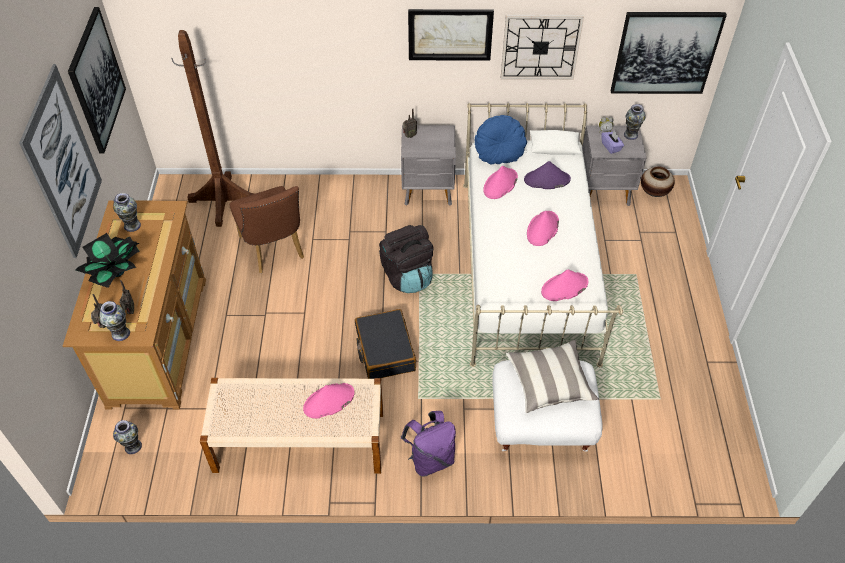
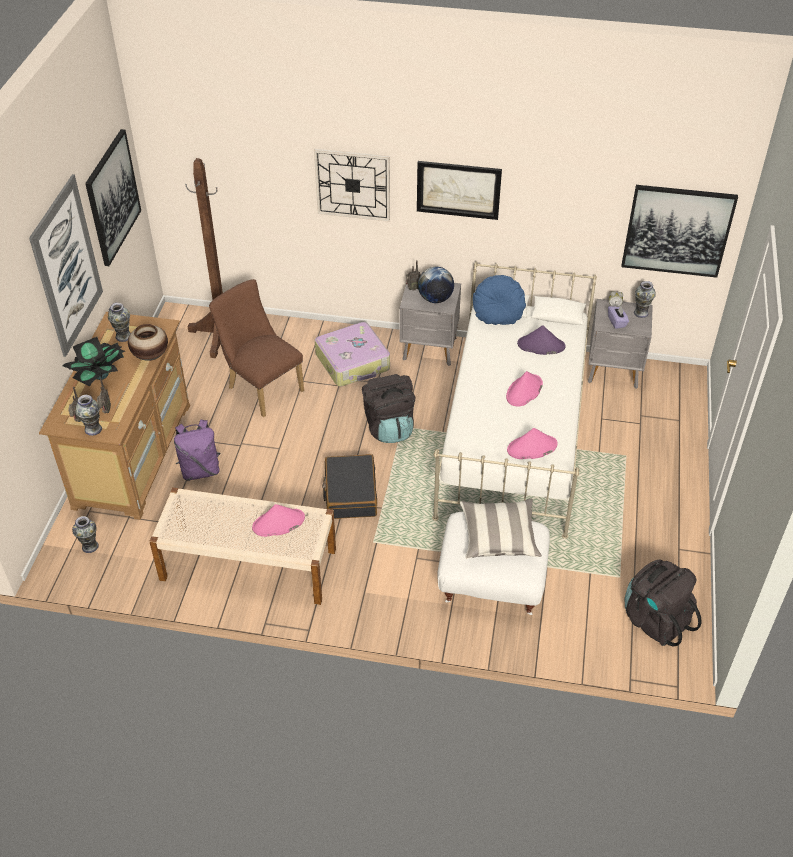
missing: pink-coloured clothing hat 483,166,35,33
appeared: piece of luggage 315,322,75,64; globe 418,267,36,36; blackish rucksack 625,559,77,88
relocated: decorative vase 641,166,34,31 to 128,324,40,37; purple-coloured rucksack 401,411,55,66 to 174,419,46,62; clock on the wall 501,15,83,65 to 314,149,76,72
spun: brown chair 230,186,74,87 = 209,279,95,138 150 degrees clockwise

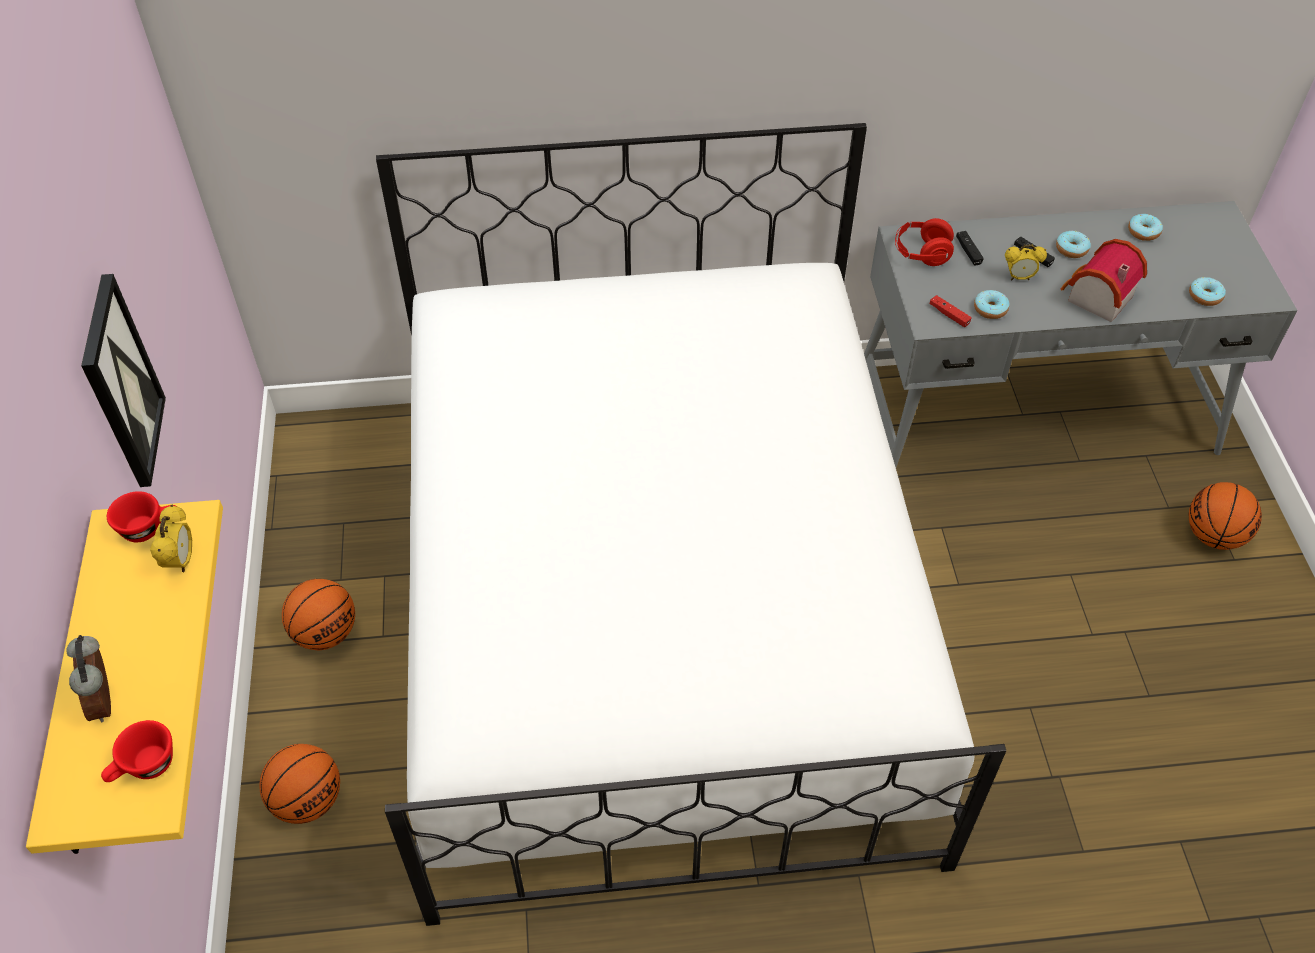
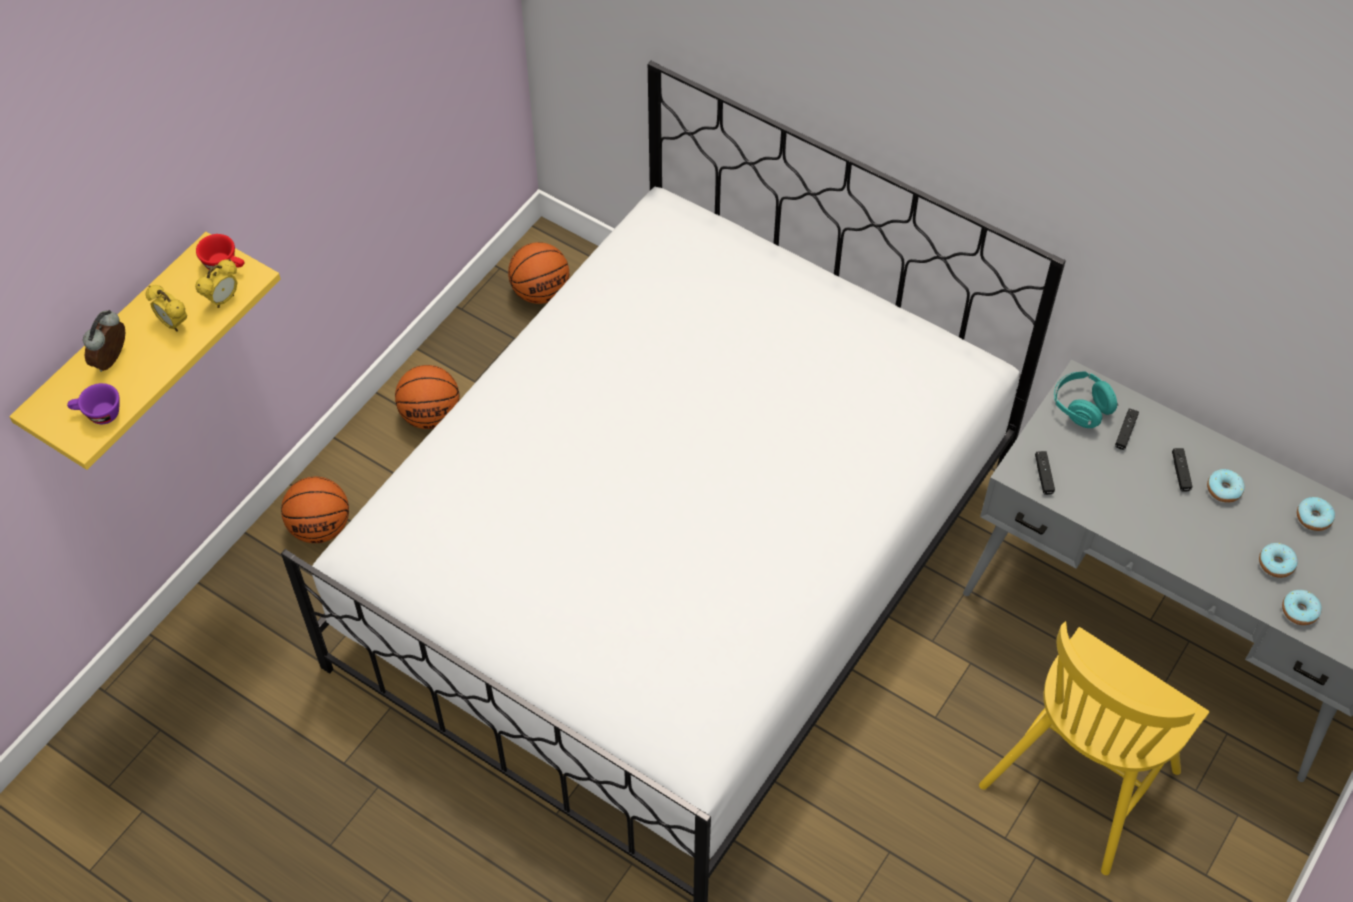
missing: picture 81,274,85,213; toy house 1061,239,86,83
appeared: yellow chair 979,621,230,254
relocated: alarm clock 1005,244,42,36 to 146,285,41,47; basketball 1189,482,73,68 to 508,242,61,62; donut 974,290,35,29 to 1259,543,39,35
colour: red-coloured drinking cup 101,720,72,62 to purple-coloured drinking cup 67,383,52,41; red-coloured joypad 929,295,43,32 to blackish joypad 1035,451,20,44; red-coloured headset 895,218,59,48 to turquoise headset 1054,371,64,57

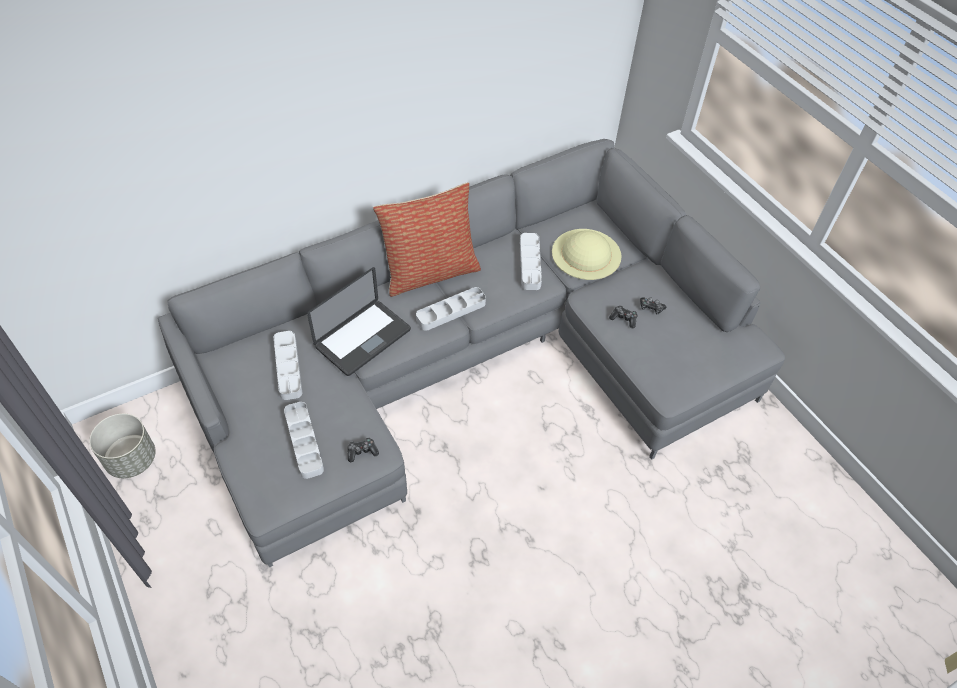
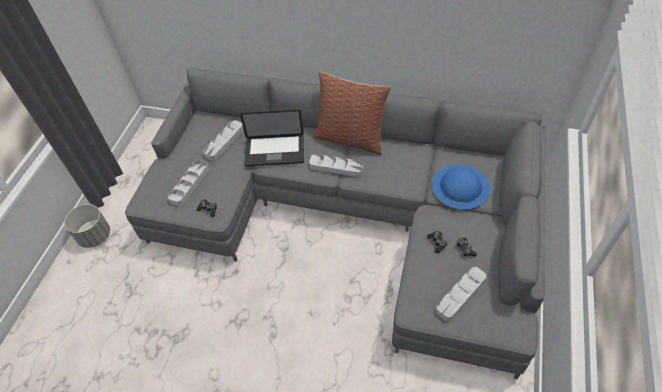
relocated: greyish flower pot 89,413,67,65 to 64,204,46,44; greyish serving tray 520,233,22,57 to 436,266,51,55
colour: beige clothing hat 552,229,70,51 to blue-coloured clothing hat 432,164,58,46

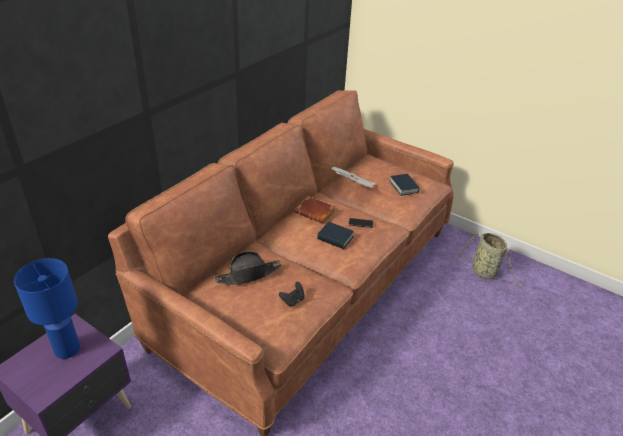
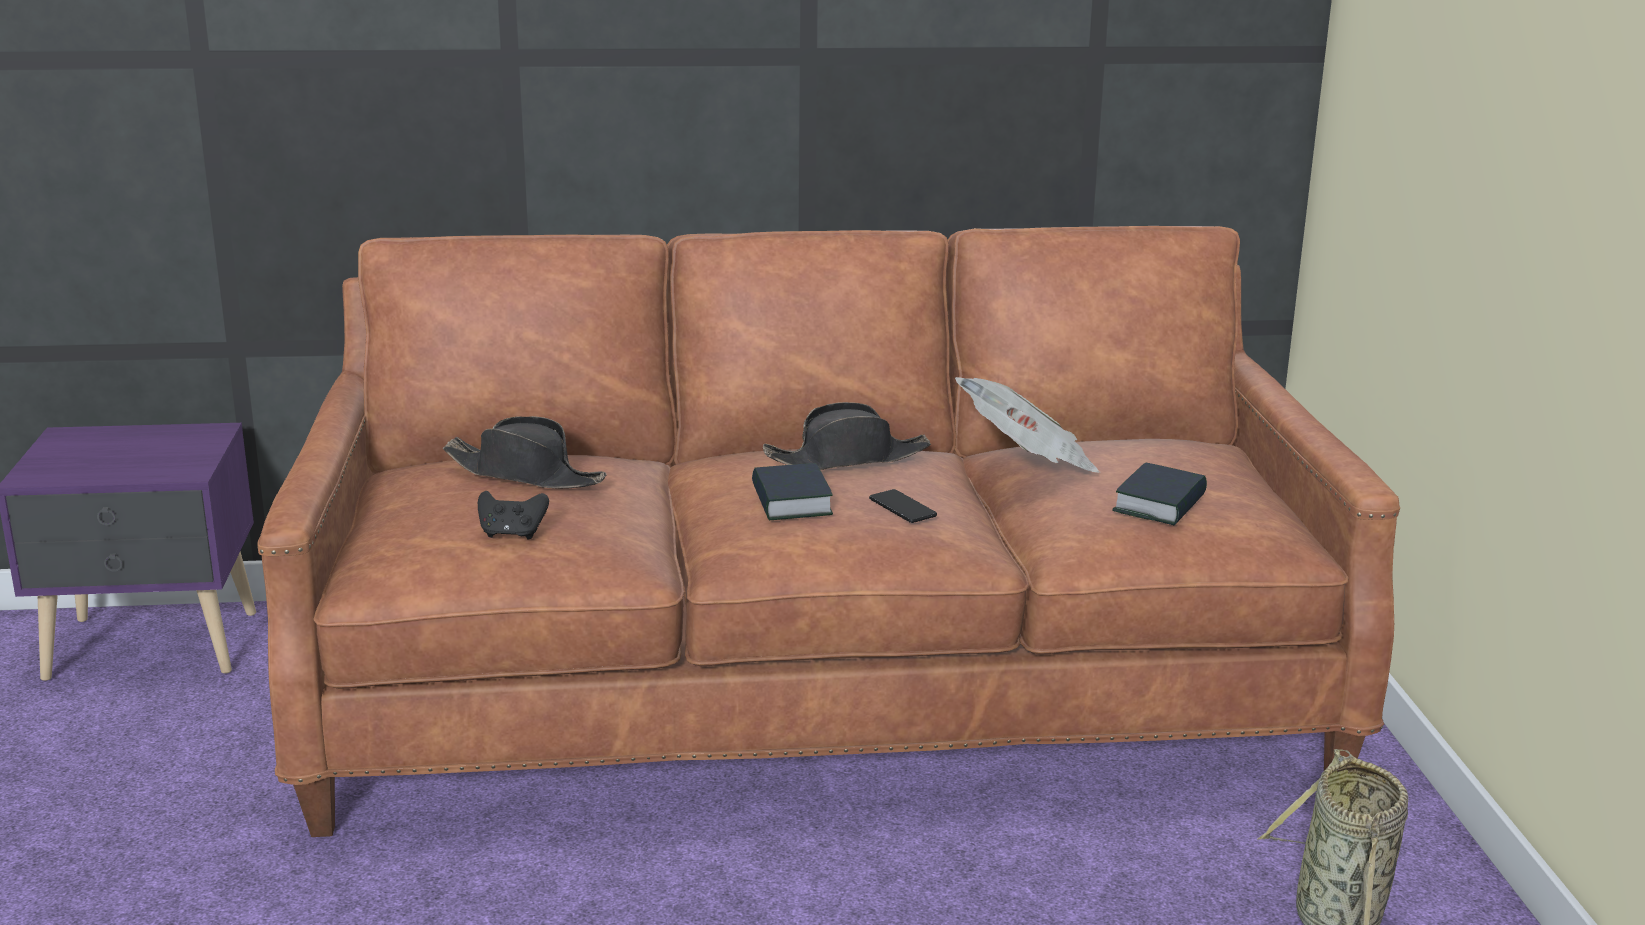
missing: blue-coloured tabletop lamp 14,258,66,101
exchanged: brown book 295,196,41,28 to blackish clothing hat 763,402,168,68

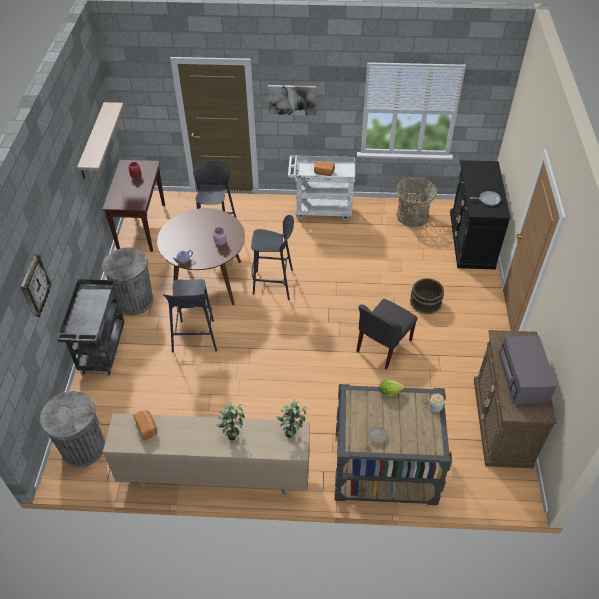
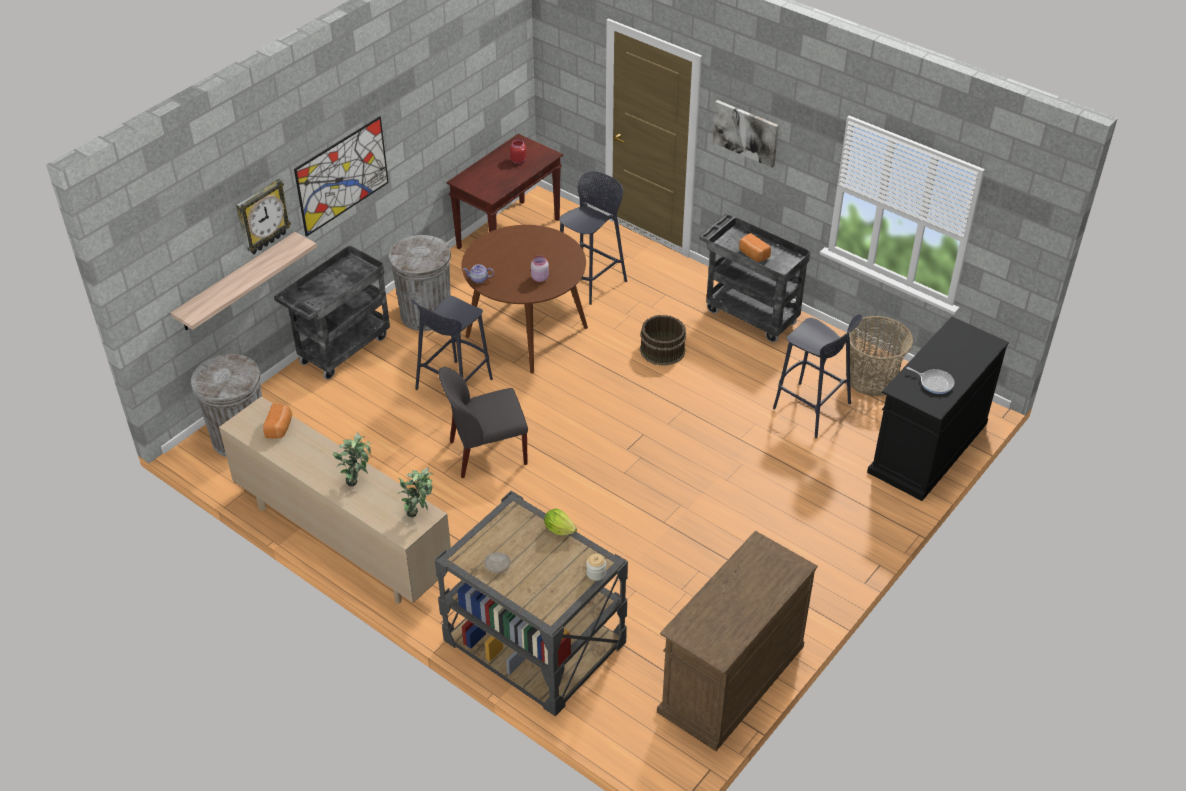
missing: greyish kitchen microwave 499,335,58,69
appeared: picture 294,116,95,121
relocated: wall shelf 77,102,47,77 to 171,232,146,98; greyish chair 356,299,62,70 to 439,367,89,111; brown bucket 410,278,34,36 to 640,315,46,51; greyish sitting stool 251,215,43,85 to 773,314,90,124
colour: whitish trolley 288,155,67,66 to blackish trolley 699,214,111,128

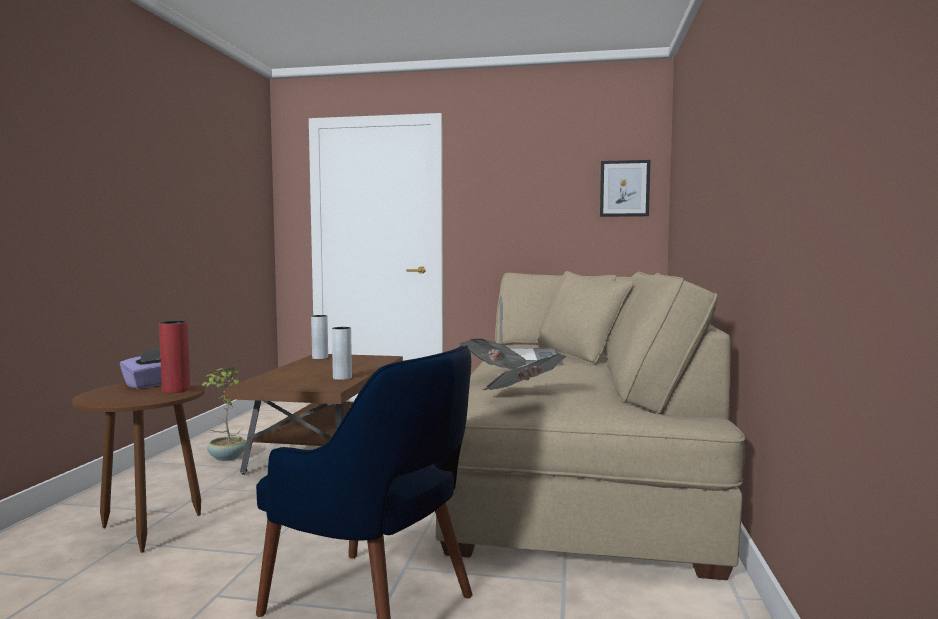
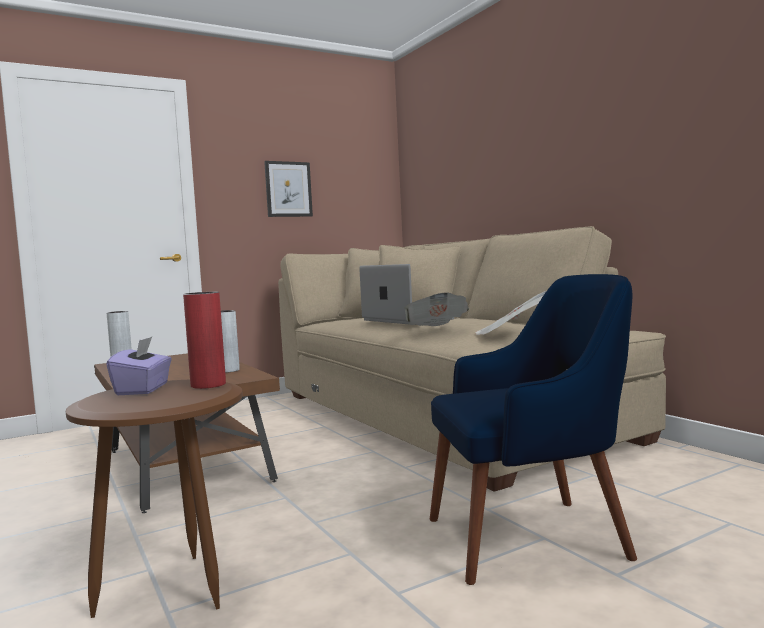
missing: houseplant 202,367,44,94
relocated: picture 600,160,50,57 to 264,161,49,56

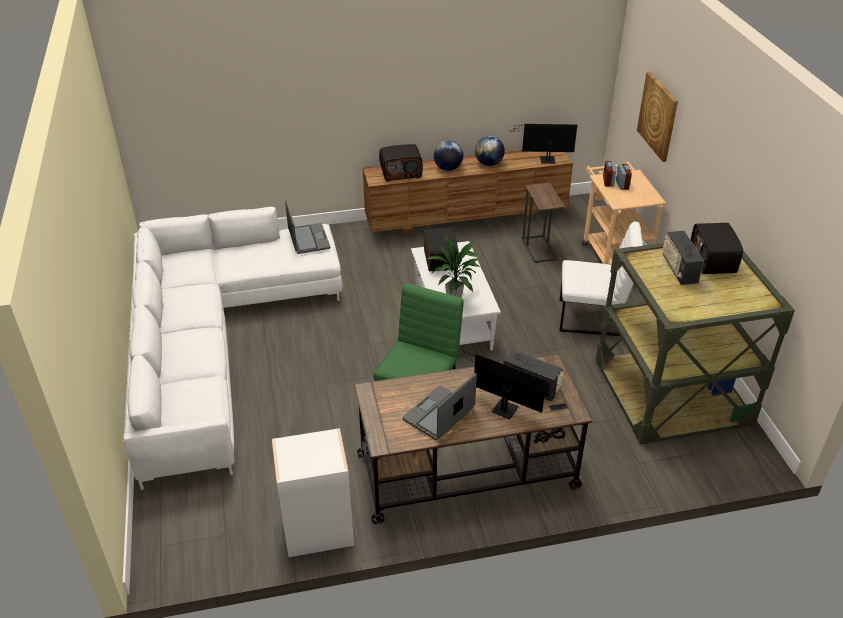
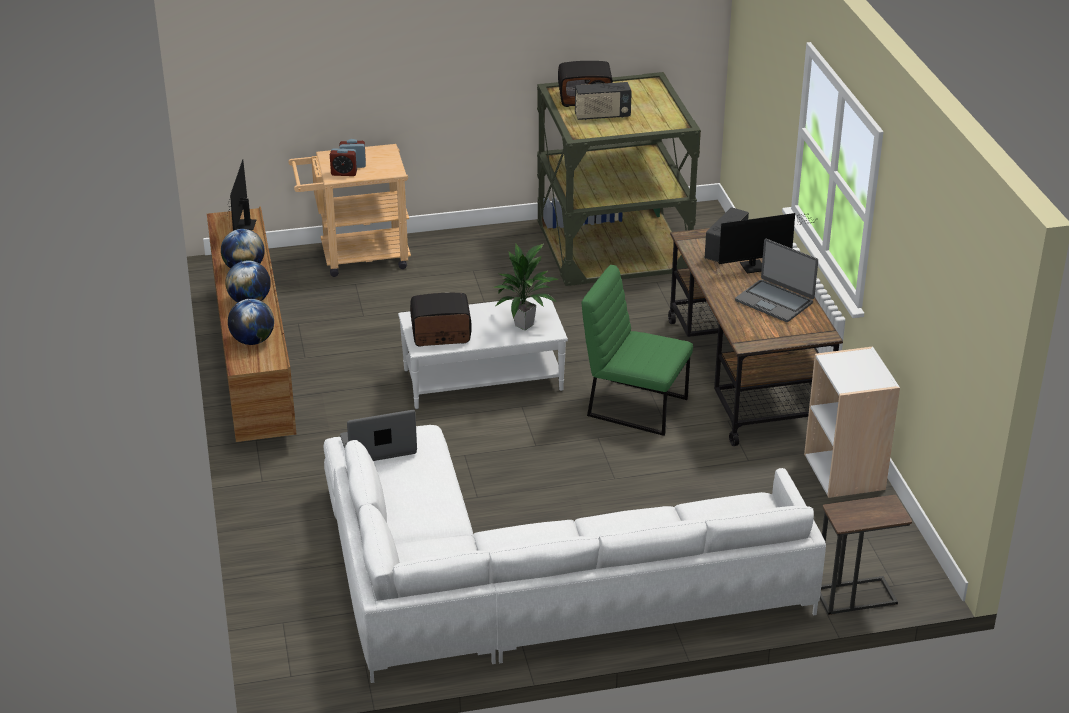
missing: whitish chair 560,221,83,115; picture 637,72,41,90
relocated: brown side table 522,183,43,80 to 820,495,92,120
exchanged: radio receiver 379,144,44,37 to globe 228,299,46,46
spun: computer display 453,351,93,68 = 719,213,95,61 135 degrees counterclockwise

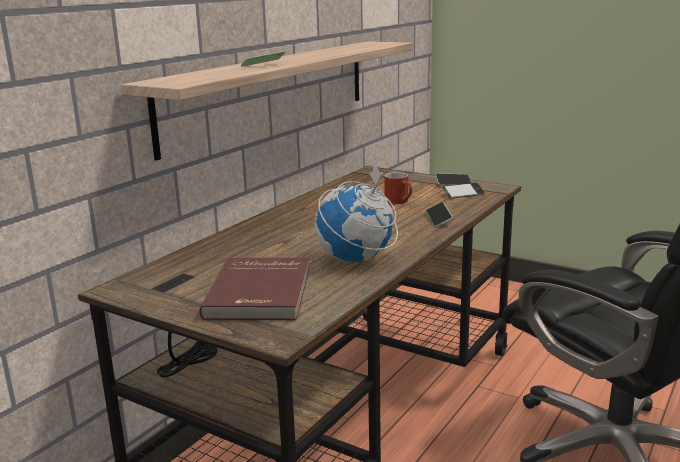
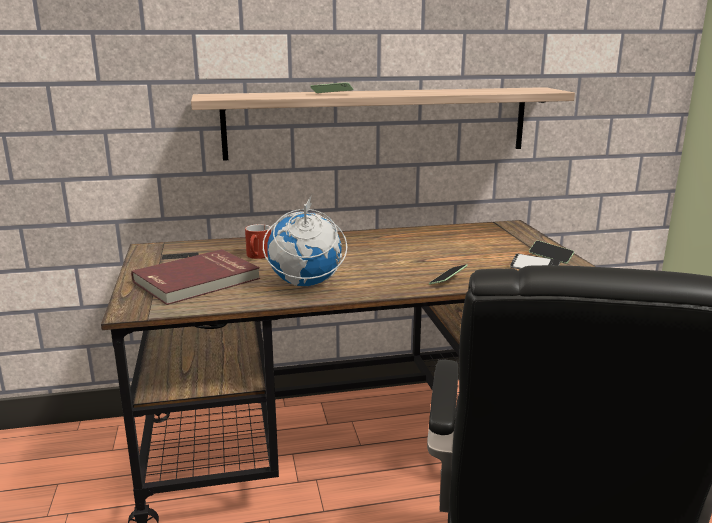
relocated: red-coloured tea mug 384,172,28,32 to 245,224,26,35

